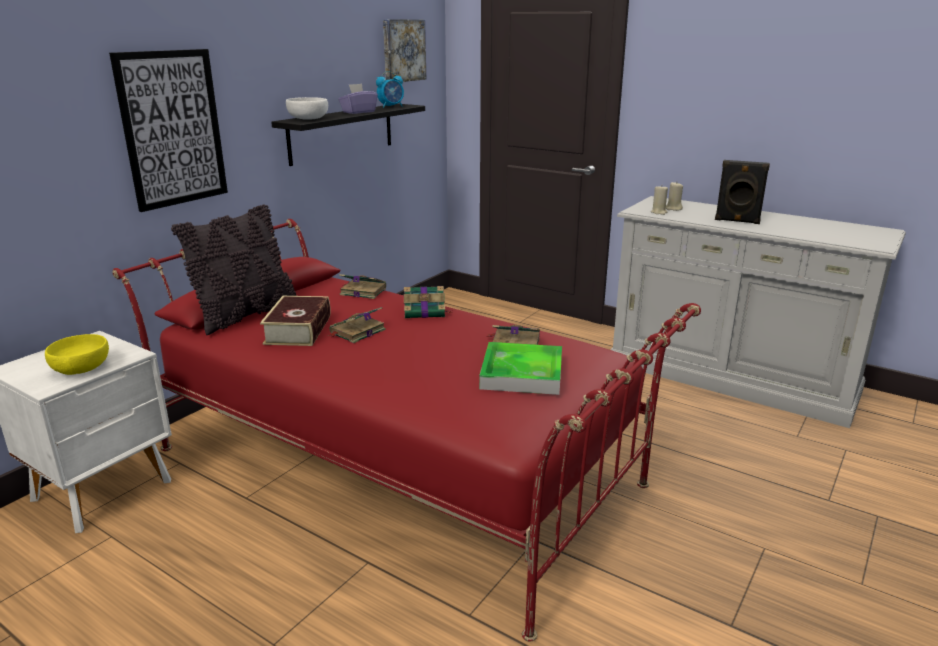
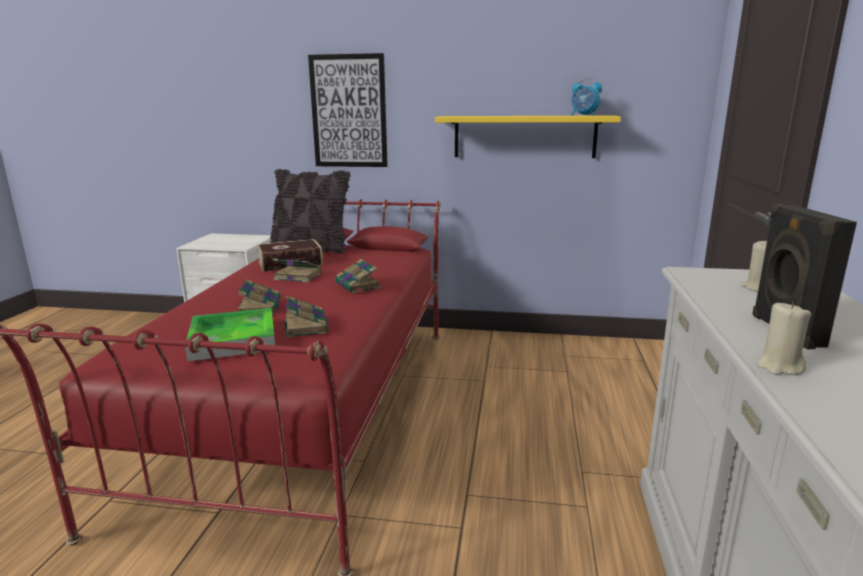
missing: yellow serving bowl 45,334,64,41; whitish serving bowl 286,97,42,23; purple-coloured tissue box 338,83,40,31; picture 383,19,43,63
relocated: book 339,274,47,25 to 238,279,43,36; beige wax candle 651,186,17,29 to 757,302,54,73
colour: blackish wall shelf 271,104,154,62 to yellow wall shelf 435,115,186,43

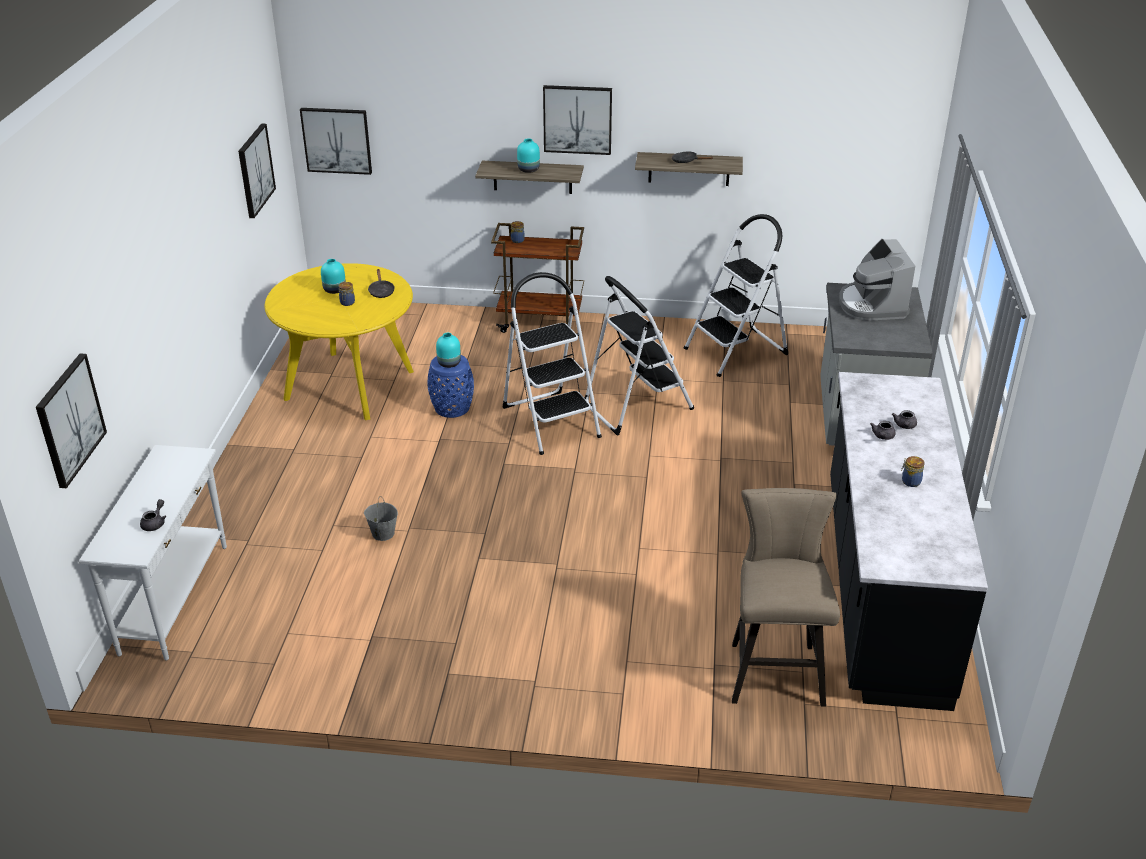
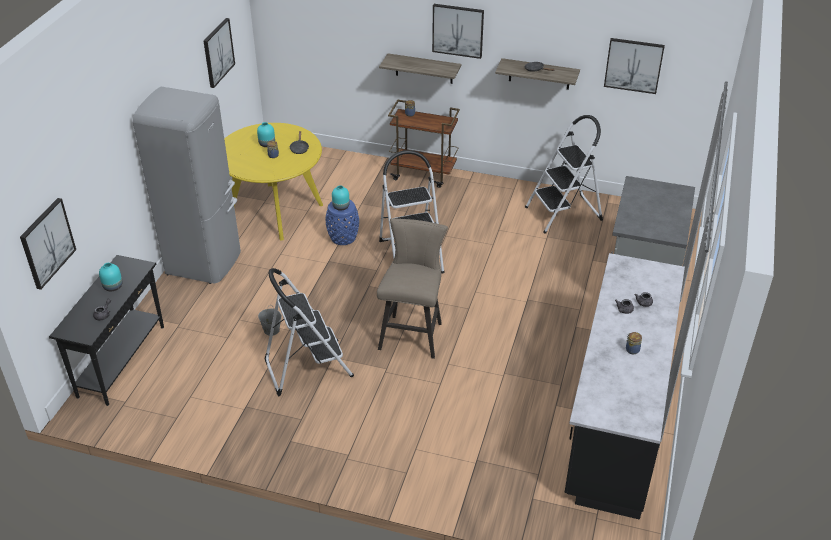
missing: coffee machine 839,239,76,82
appeared: greyish fridge 133,87,108,197
relocated: turquoise decorative vase 517,138,23,35 to 99,263,23,28; step stool 585,276,109,160 to 265,268,89,128; beige sitting stool 732,488,108,219 to 377,218,71,141; picture 300,108,72,67 to 604,38,61,56
colour: whitish console table 78,445,149,216 to blackish console table 49,255,115,151

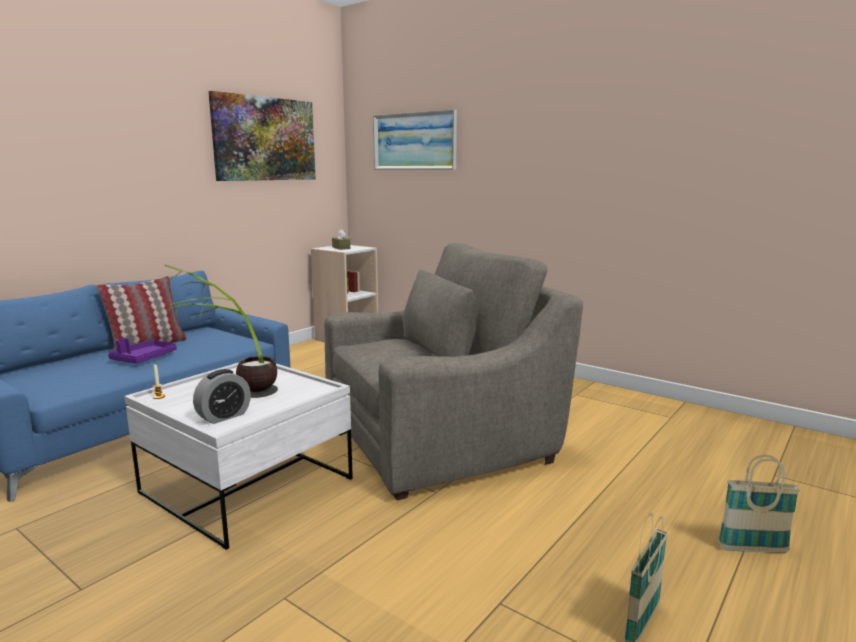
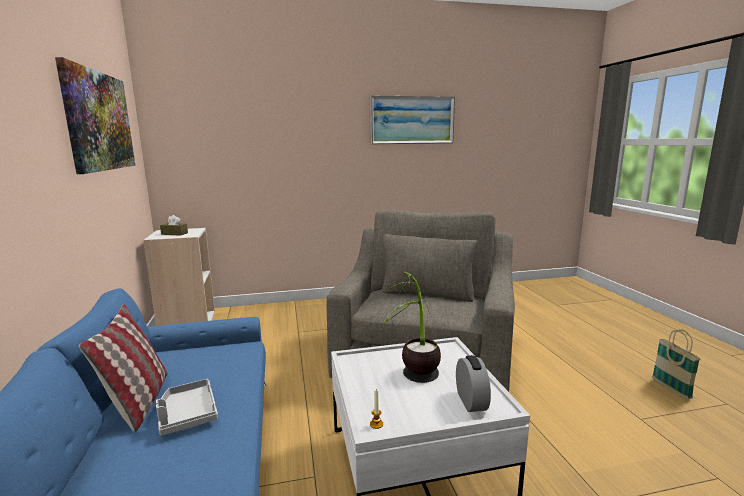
missing: storage basket 718,455,82,98
relocated: picture 373,110,84,60 to 370,96,85,48
colour: purple-coloured serving tray 108,338,69,25 to greyish serving tray 156,379,62,57

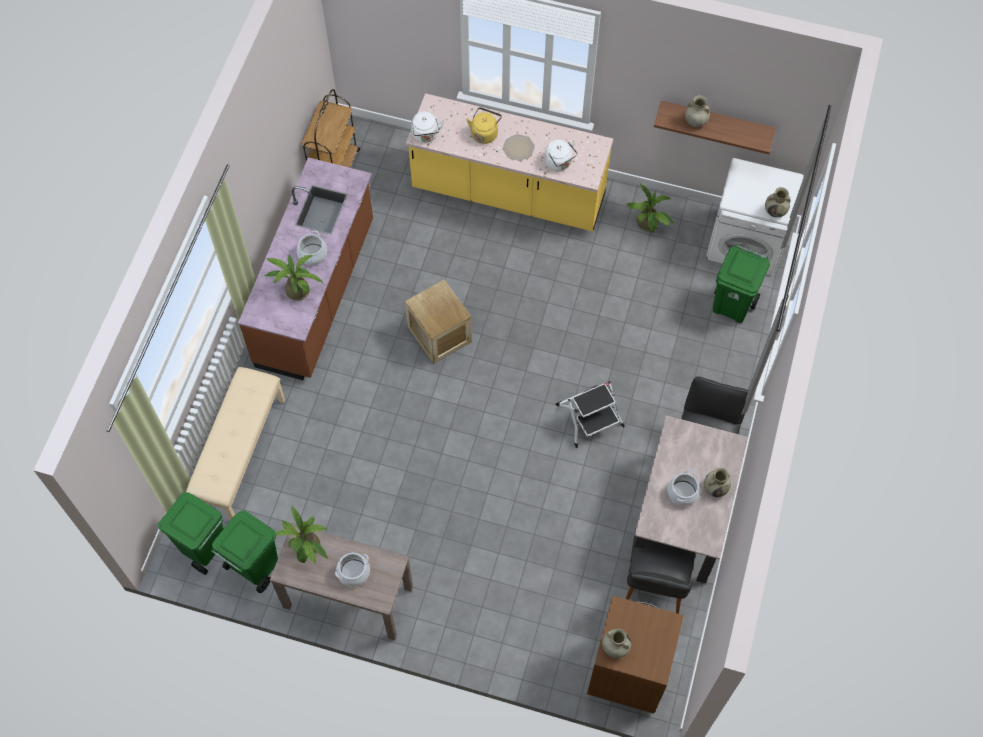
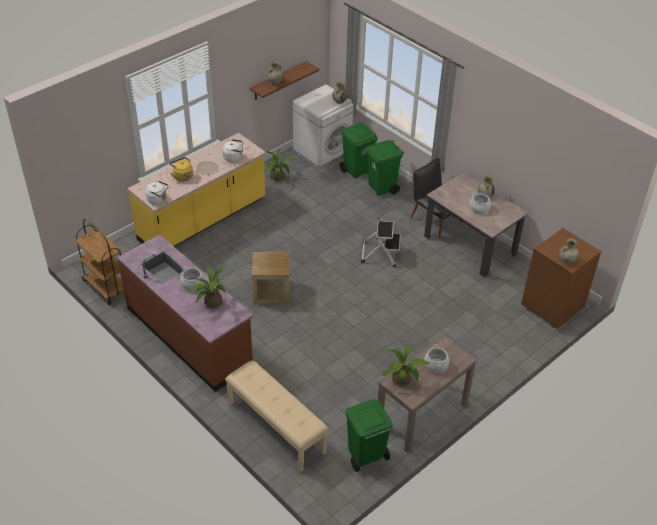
missing: blackish chair 625,529,70,85
relocated: green-coloured rubbish bin 158,492,66,83 to 366,140,38,56

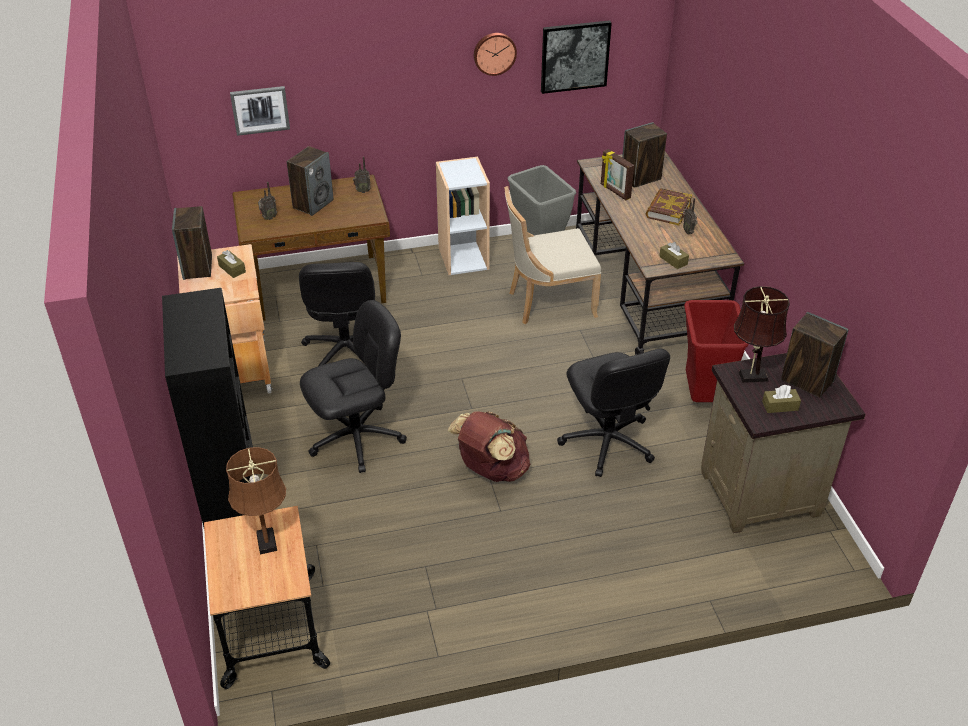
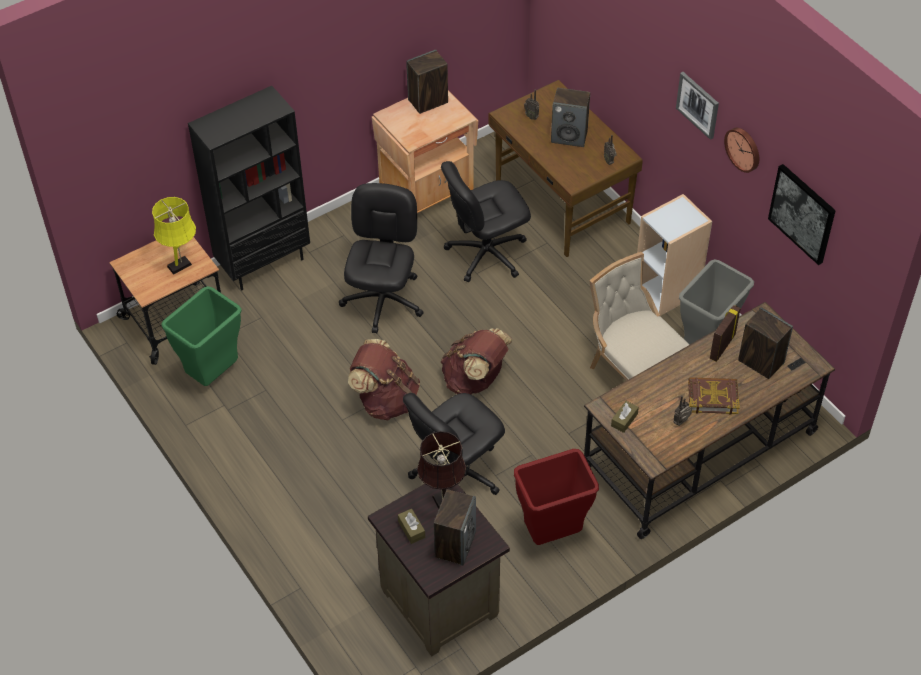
missing: brown tissue box 217,250,29,28
appeared: green-coloured rubbish bin 161,286,81,100; brown rucksack 441,328,72,66
relocated: picture 230,86,60,50 to 676,72,43,68
colour: brown tabletop lamp 226,447,60,107 to yellow tabletop lamp 152,197,44,78
spun: blackish office chair 300,300,107,173 = 339,183,85,150 120 degrees counterclockwise

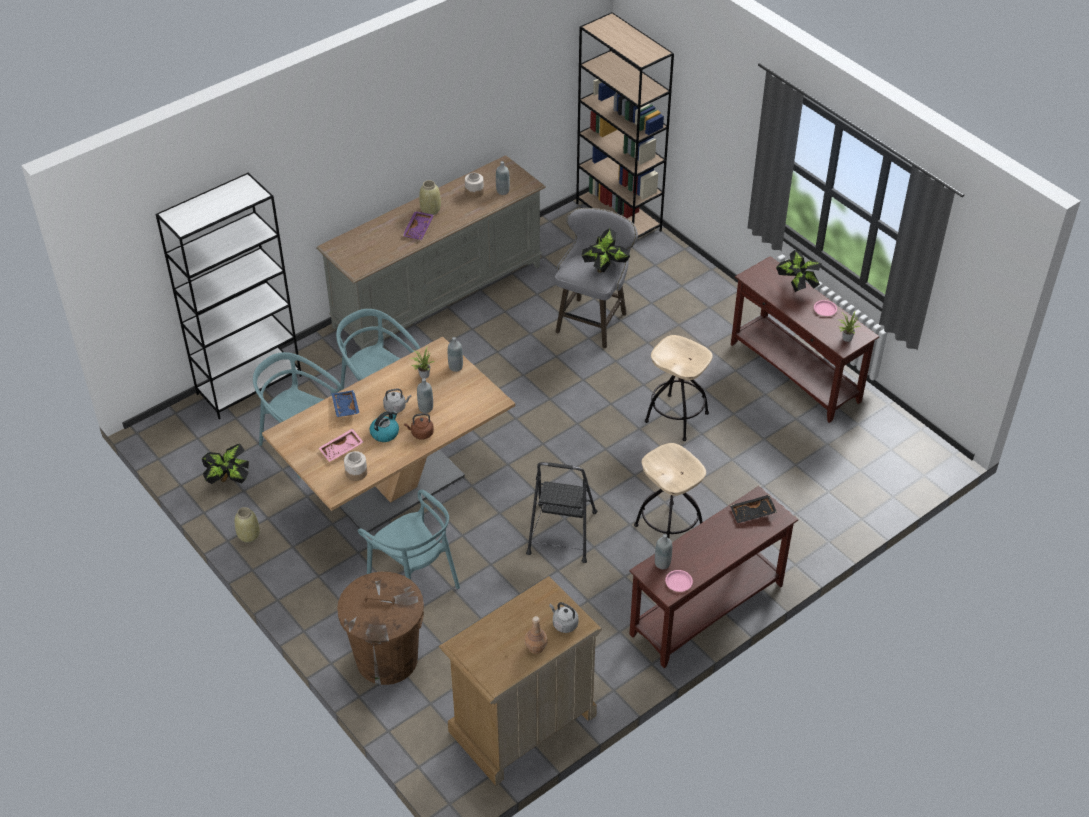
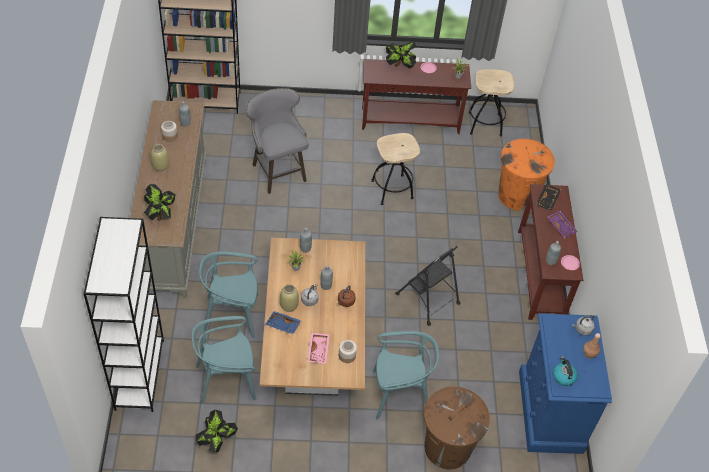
appeared: orange-coloured rubbish bin 498,139,57,72
relocated: houseplant 582,228,48,45 to 144,184,31,37; beige decorative vase 235,507,25,36 to 280,284,19,28; beige sitting stool 634,443,72,95 to 469,69,46,67; purple-coloured serving tray 403,211,31,29 to 548,211,30,27; kettle 370,411,29,31 to 553,356,25,30
colour: brown chest of drawers 439,576,163,210 to blue-coloured chest of drawers 519,313,93,141

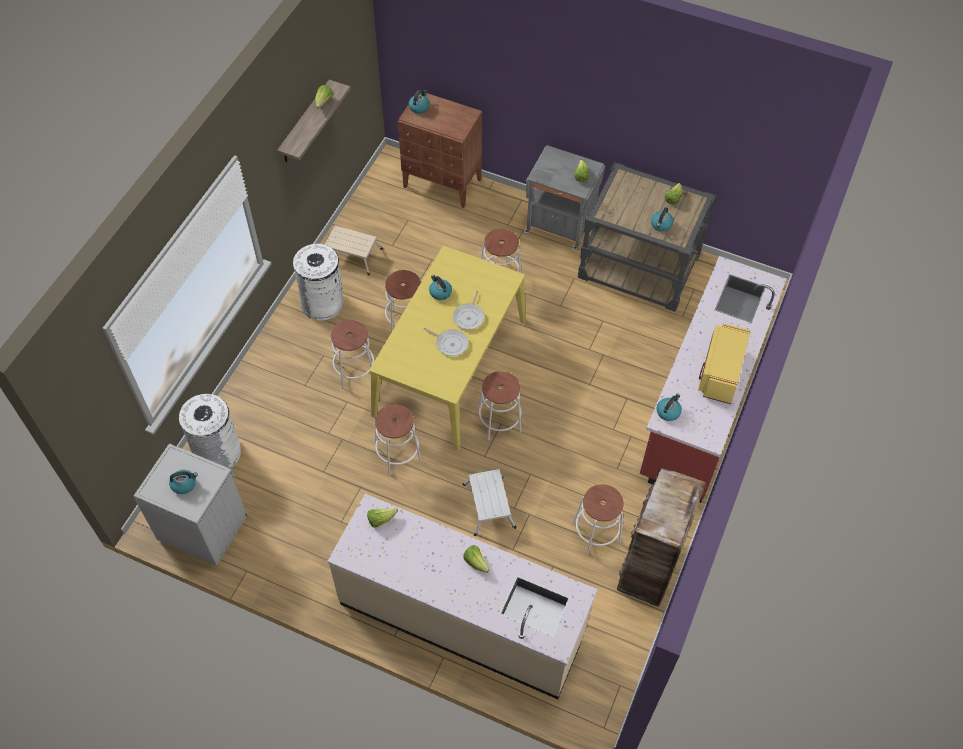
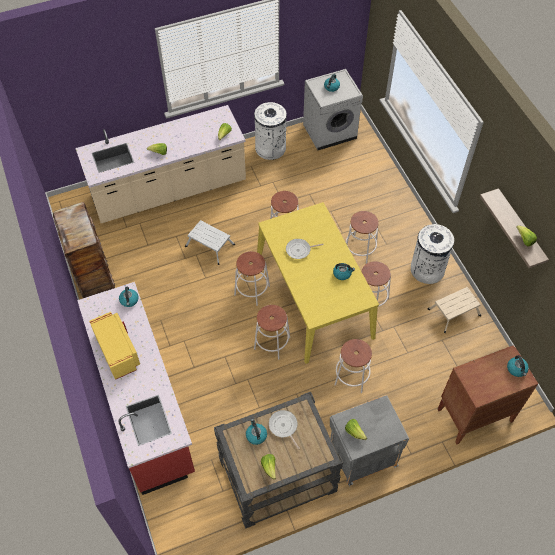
relocated: whitish rubbish bin 179,394,62,74 to 253,102,34,58; whitish sitting stool 573,484,50,71 to 254,305,36,55; skillet 453,291,31,38 to 269,410,31,40

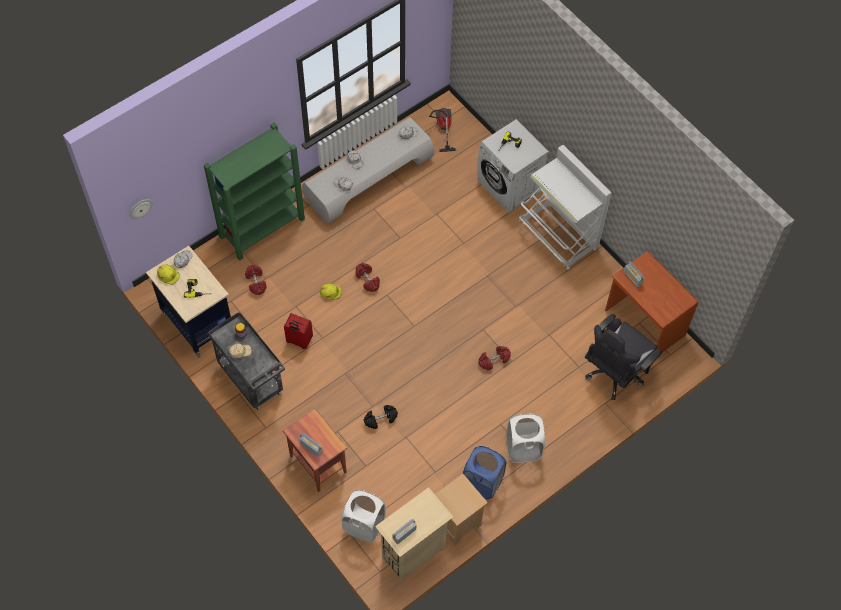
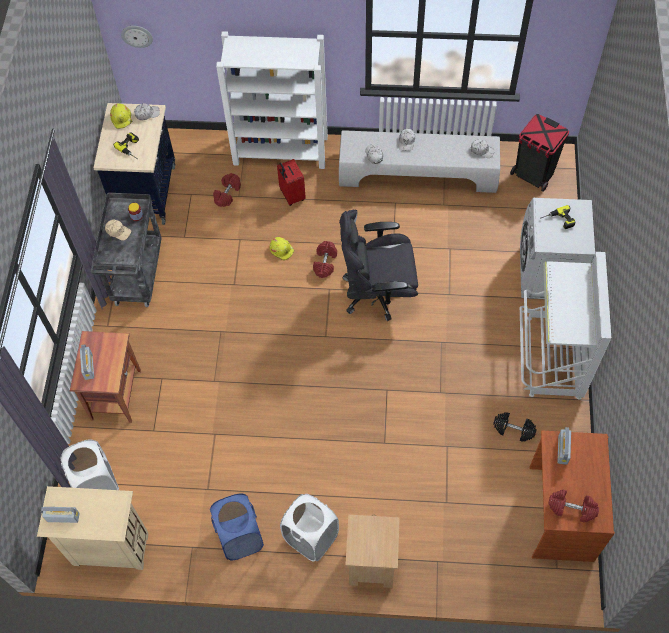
relocated: red-coloured piece of luggage 284,313,29,36 to 277,159,29,47; blackish office chair 585,314,77,86 to 339,210,79,111; beige night table 435,474,53,71 to 345,515,55,73; blackish dumbbell 364,405,34,24 to 493,412,44,30; red-coloured dumbbell 478,346,33,24 to 548,489,51,33
exchanged: vacuum 429,108,27,44 to blackish rubbish bin 510,114,59,78
colour: green-coloured shelving unit 204,123,101,138 to whitish shelving unit 216,31,112,138

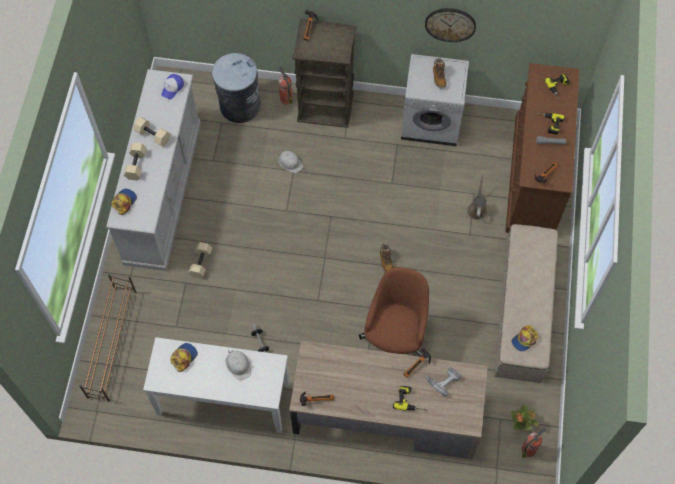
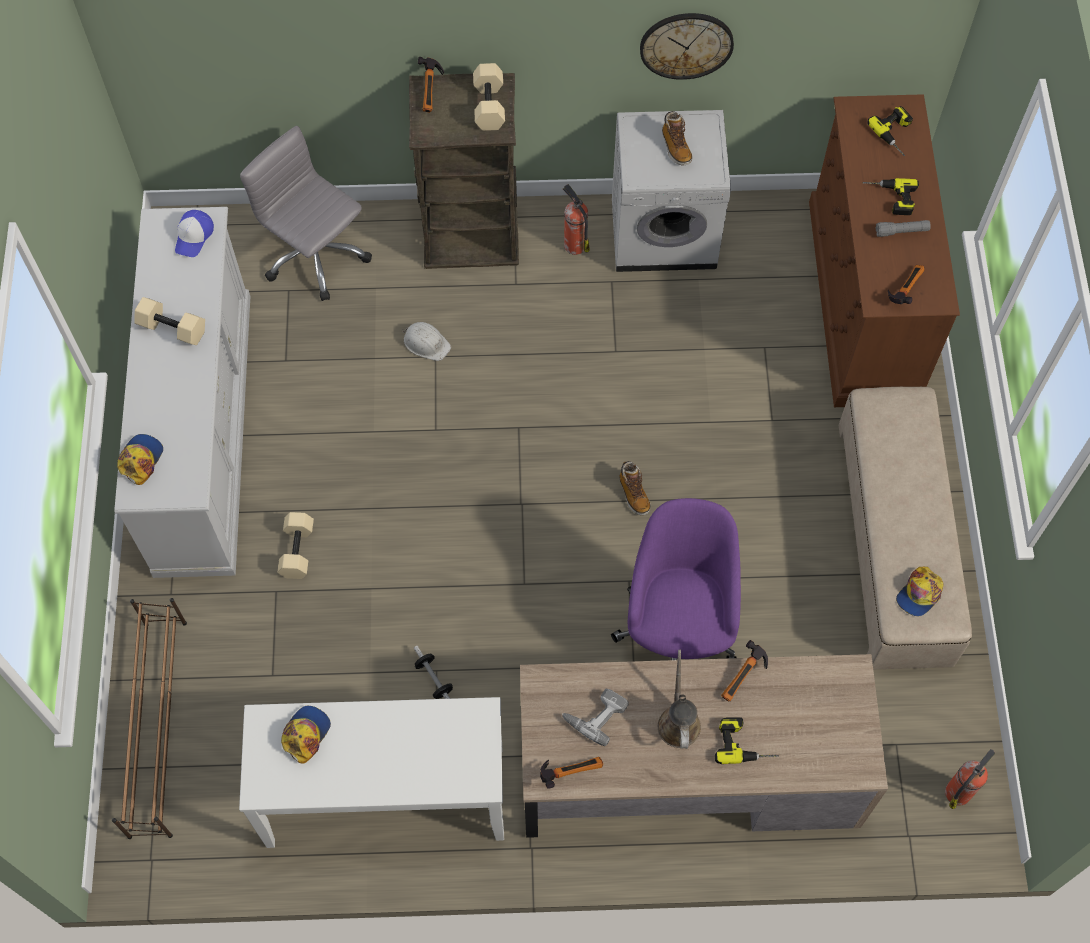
missing: whitish safety helmet 226,350,25,31; houseplant 510,405,28,26
relocated: beige dumbbell 124,143,23,37 to 473,63,32,68; power drill 425,367,36,30 to 562,689,67,57; fire extinguisher 278,66,15,39 to 563,184,27,71; brown watering can 467,174,20,46 to 658,650,43,99
exchanged: greyish rubbish bin 212,53,49,70 to greyish office chair 240,126,132,175
colour: brown office chair 359,267,70,90 to purple-coloured office chair 611,498,130,162

